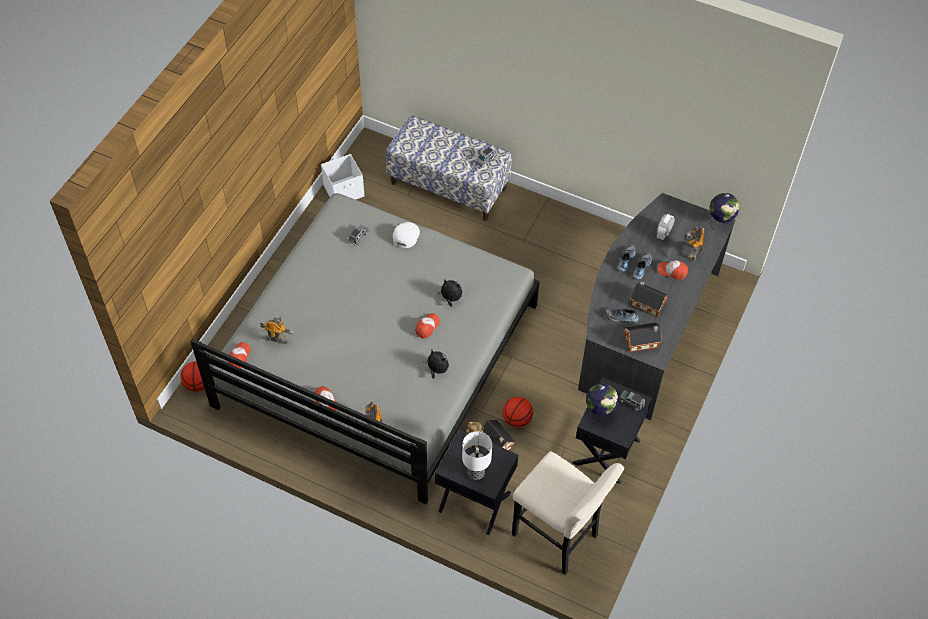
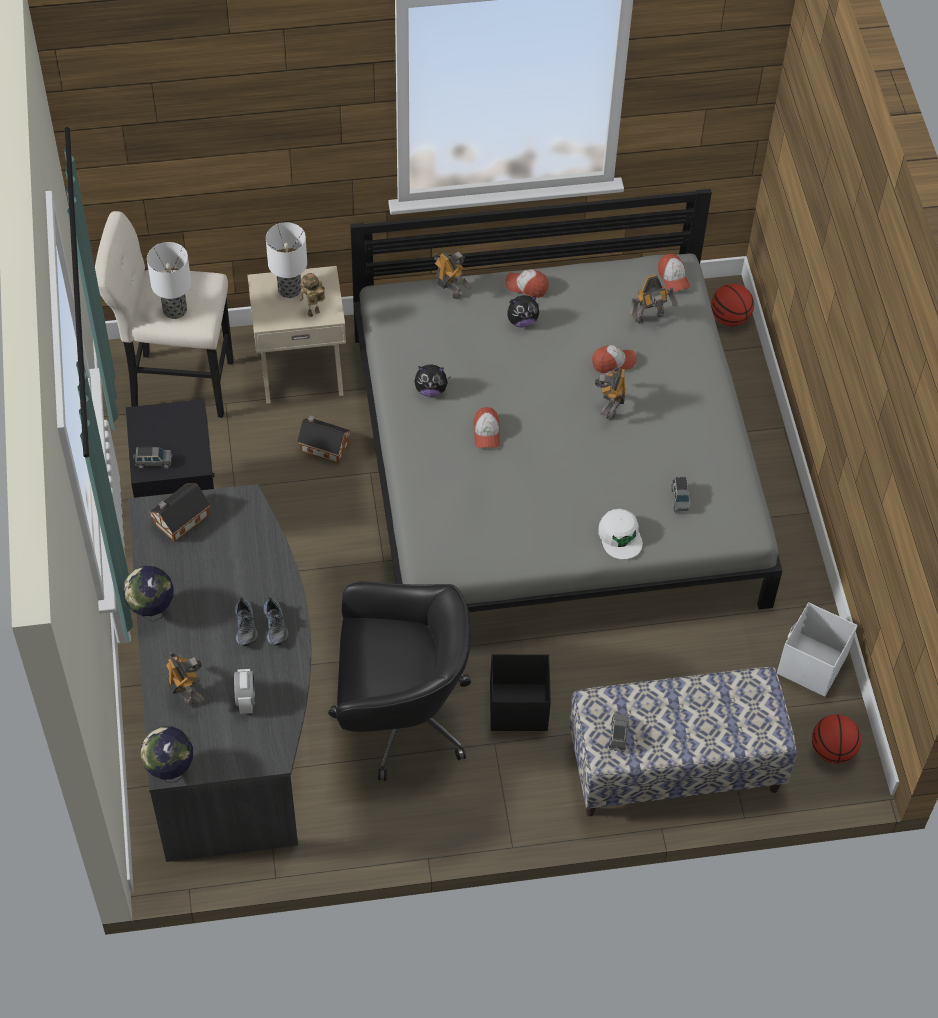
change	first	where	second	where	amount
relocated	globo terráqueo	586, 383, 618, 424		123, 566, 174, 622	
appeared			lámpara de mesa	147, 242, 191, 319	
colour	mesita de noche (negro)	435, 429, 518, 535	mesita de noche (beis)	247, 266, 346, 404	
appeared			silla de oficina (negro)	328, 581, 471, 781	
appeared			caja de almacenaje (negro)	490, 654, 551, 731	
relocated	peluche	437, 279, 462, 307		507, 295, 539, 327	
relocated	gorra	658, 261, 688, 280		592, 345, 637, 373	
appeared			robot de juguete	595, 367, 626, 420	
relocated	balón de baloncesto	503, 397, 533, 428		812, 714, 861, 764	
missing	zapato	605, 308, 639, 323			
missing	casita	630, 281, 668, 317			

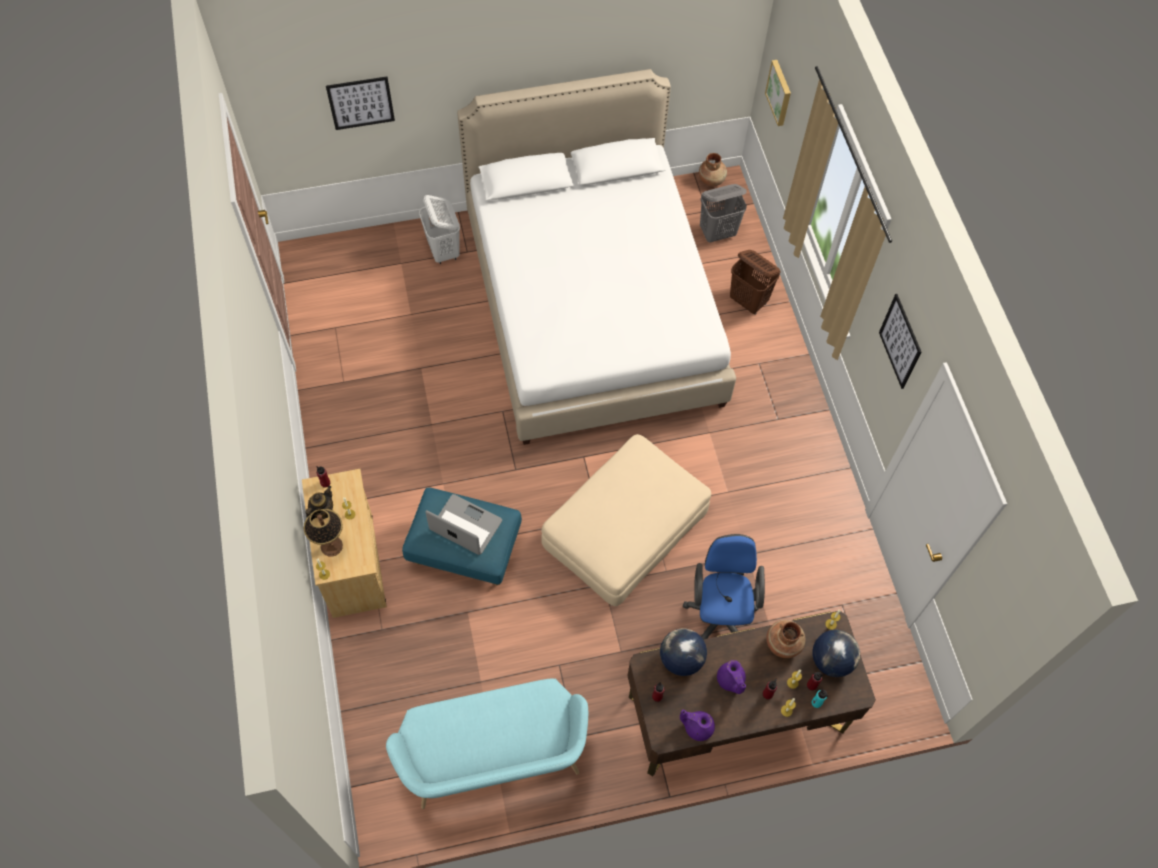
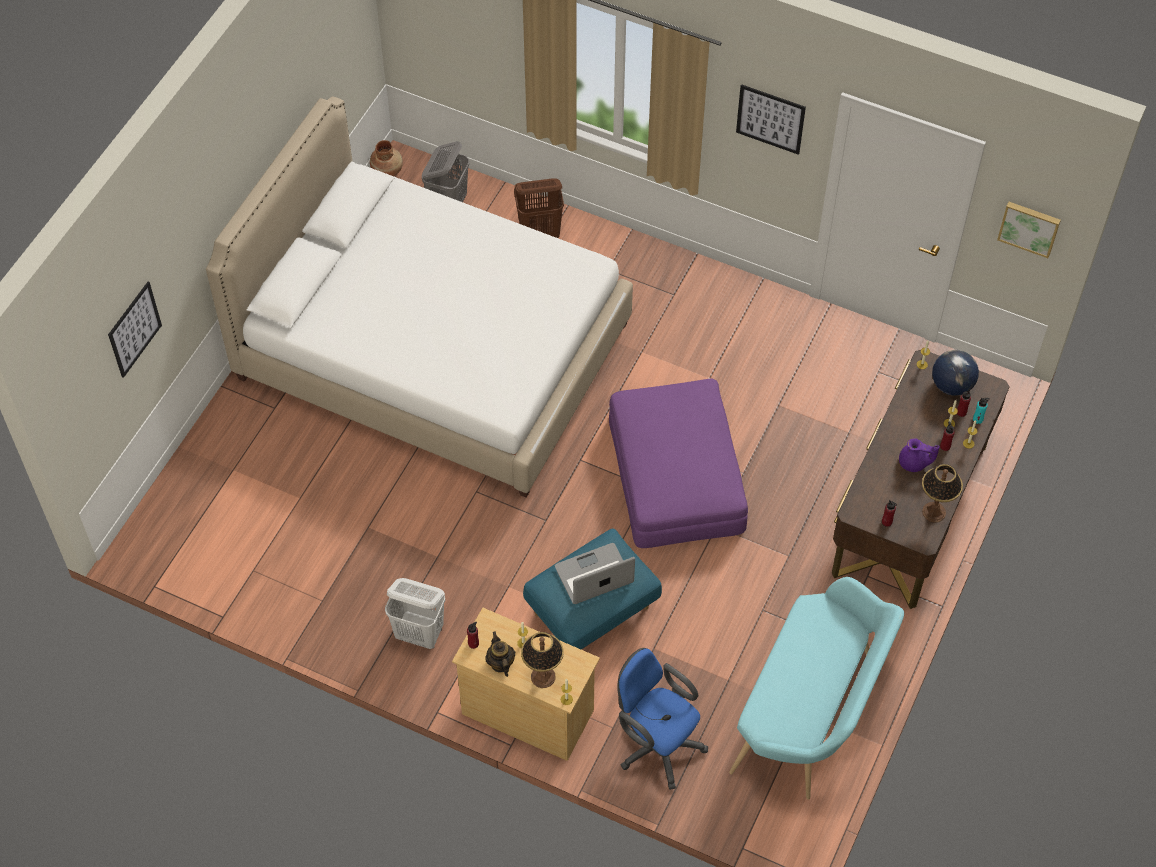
change	first	where	second	where	amount
relocated	cesto de la ropa (blanco)	419, 195, 460, 264		385, 578, 445, 649	
colour	puf (beis)	541, 434, 711, 606	puf (morado)	609, 378, 748, 548	
relocated	silla de oficina (azul)	683, 534, 765, 639		617, 648, 708, 790	
exchanged	tetera (morado)	680, 710, 715, 741	lámpara de mesa	922, 464, 963, 522	
relocated	cuadro	765, 60, 791, 126		997, 202, 1061, 258	
missing	globo terráqueo	660, 628, 707, 676			
missing	florero (marrón)	766, 620, 805, 658			

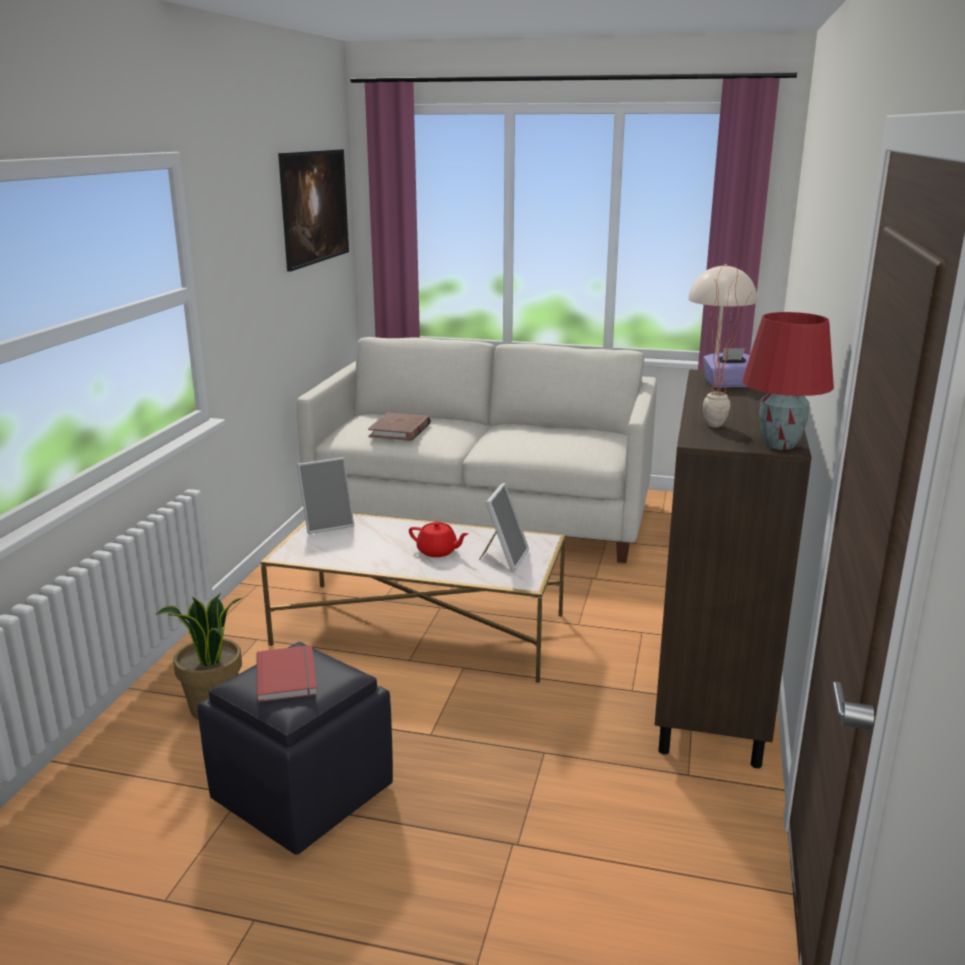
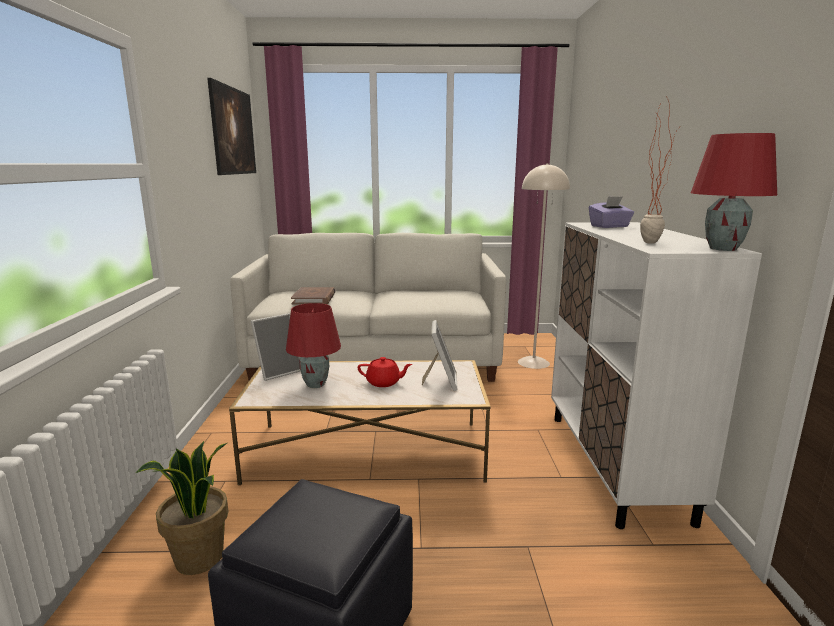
change	first	where	second	where	amount
appeared			lámpara de mesa (rojo)	286, 303, 341, 388	
colour	armario (marrón)	655, 369, 812, 768	armario (blanco)	551, 222, 762, 529	
missing	libro (rojo)	257, 645, 317, 702			

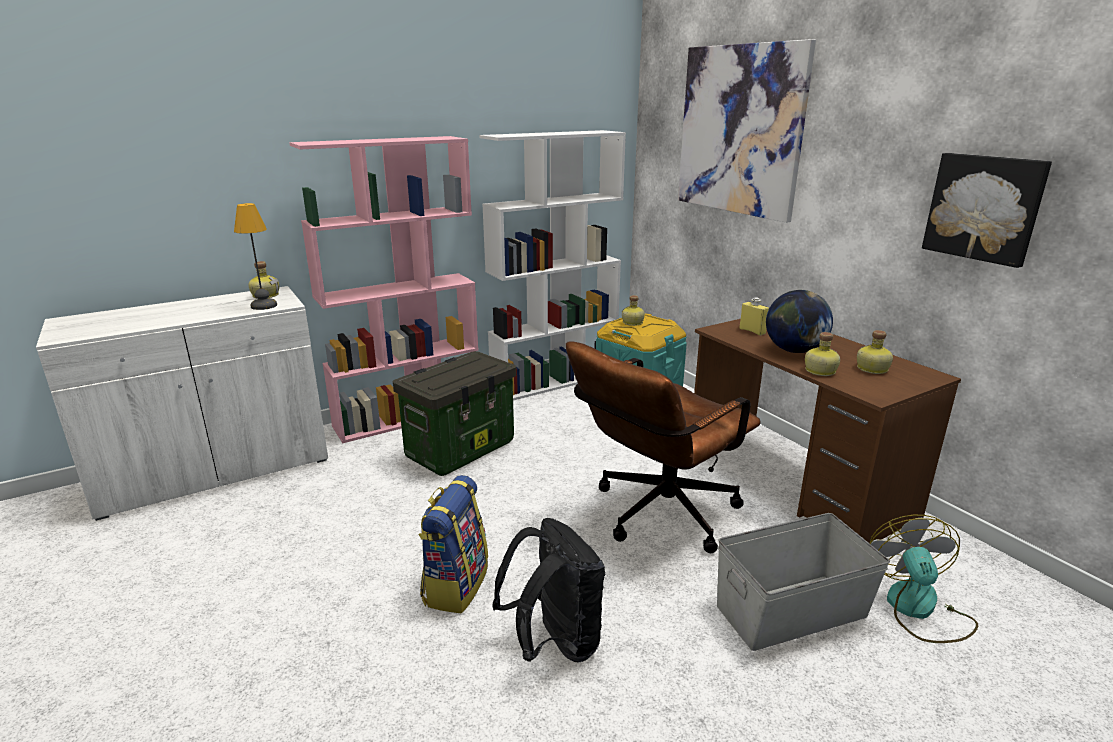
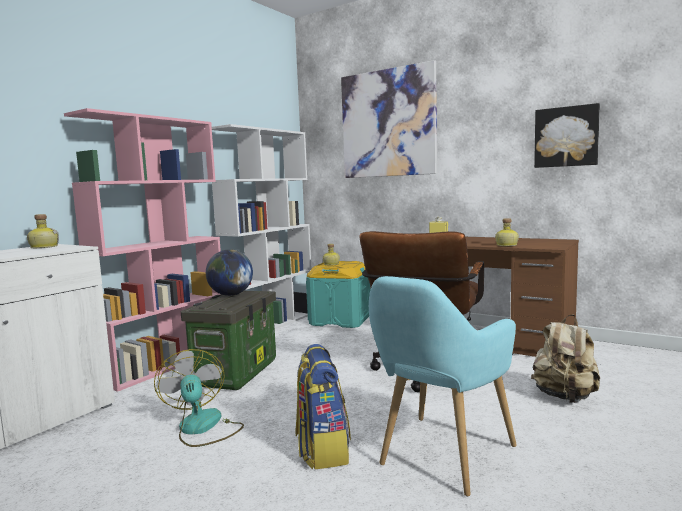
change	first	where	second	where	amount
relocated	ventilador	870, 515, 978, 643		154, 349, 244, 447	
relocated	globo terráqueo	766, 290, 833, 353		206, 249, 253, 296	
exchanged	mochila (negro)	492, 518, 605, 663	sillón (turquesa)	369, 276, 517, 497	
exchanged	caja de almacenaje (gris)	717, 513, 890, 651	mochila (beis)	531, 314, 600, 403	
missing	lámpara de mesa	234, 203, 277, 310			
missing	botella	857, 330, 893, 374			

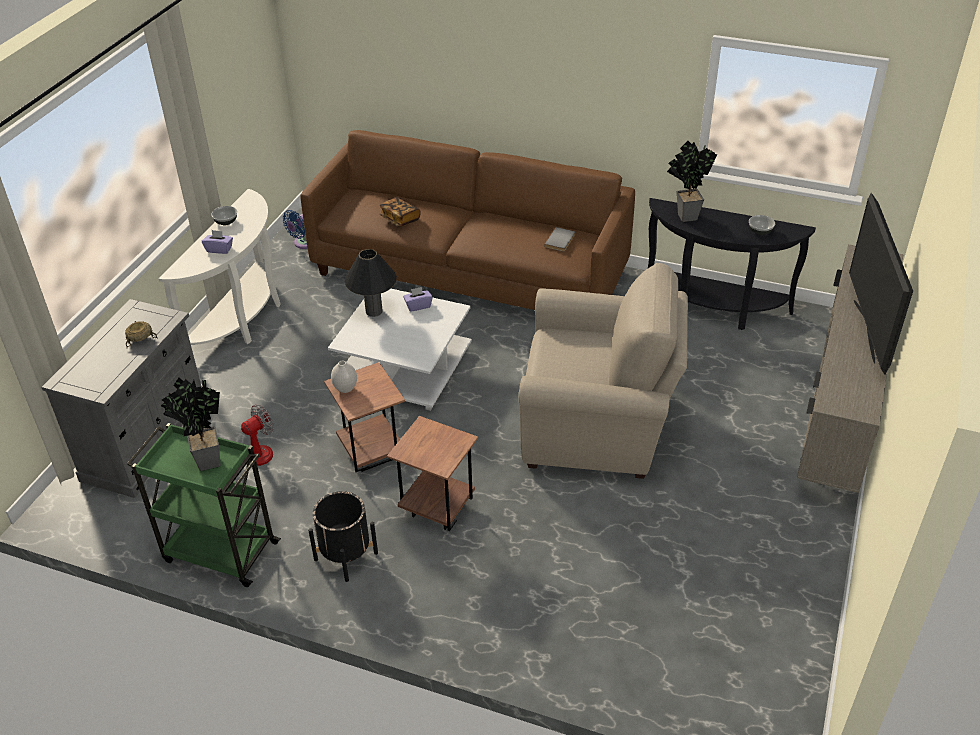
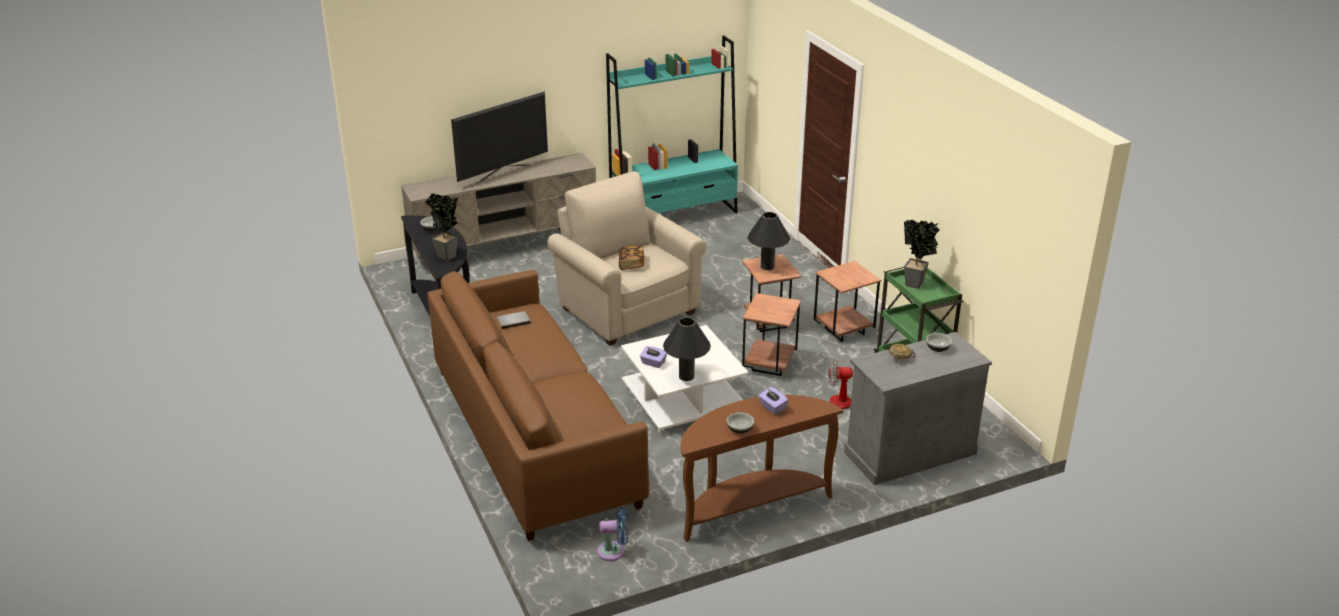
change	first	where	second	where	amount
appeared			estantería (turquesa)	606, 36, 738, 214	
relocated	libro	379, 197, 420, 227		619, 245, 645, 270	
colour	mesa consola (blanco)	158, 189, 281, 345	mesa consola (marrón)	681, 395, 843, 542	
appeared			lámpara de mesa (negro)	748, 212, 790, 270	
exchanged	maceta (negro)	308, 491, 378, 582	mesa auxiliar (marrón)	814, 261, 881, 342	
appeared			cuenco	926, 333, 952, 352	
missing	florero (blanco)	331, 361, 357, 393			

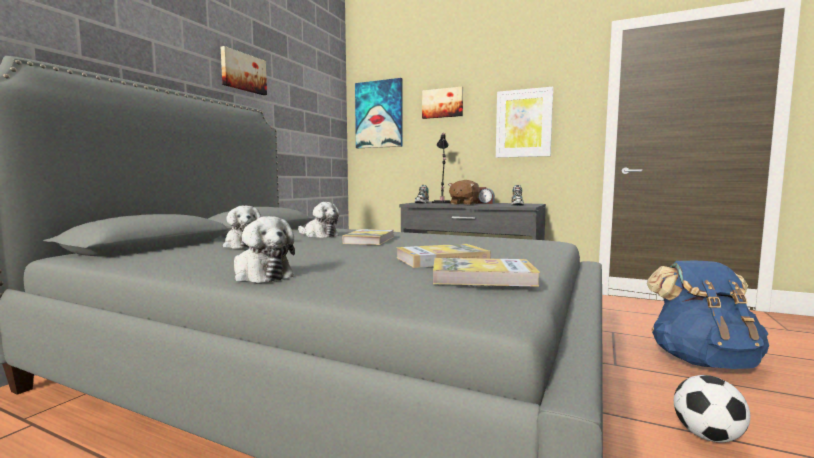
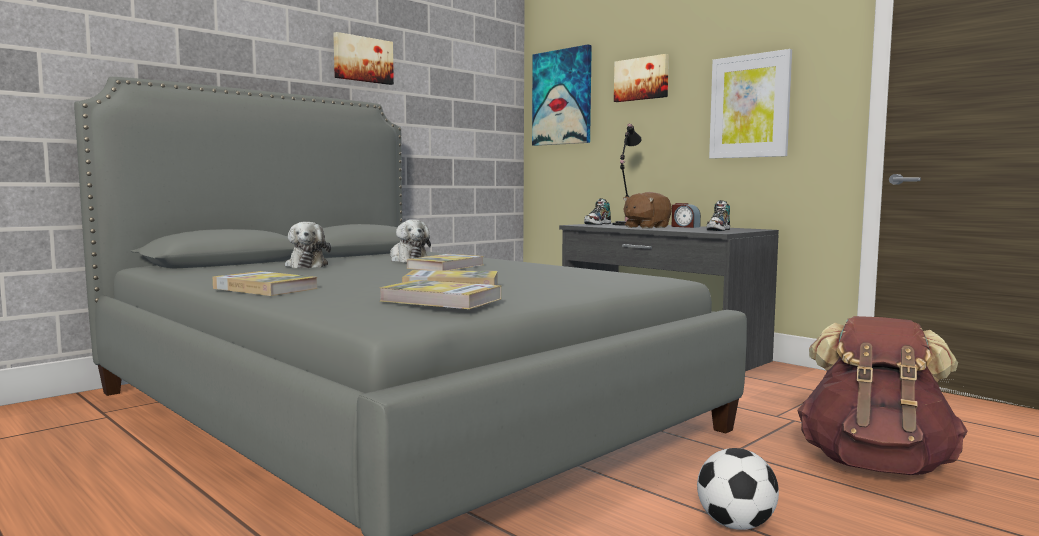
change	first	where	second	where	amount
exchanged	peluche	234, 216, 295, 283	libro	213, 271, 318, 296	
colour	mochila (azul)	646, 261, 769, 369	mochila (marrón)	797, 316, 968, 475	

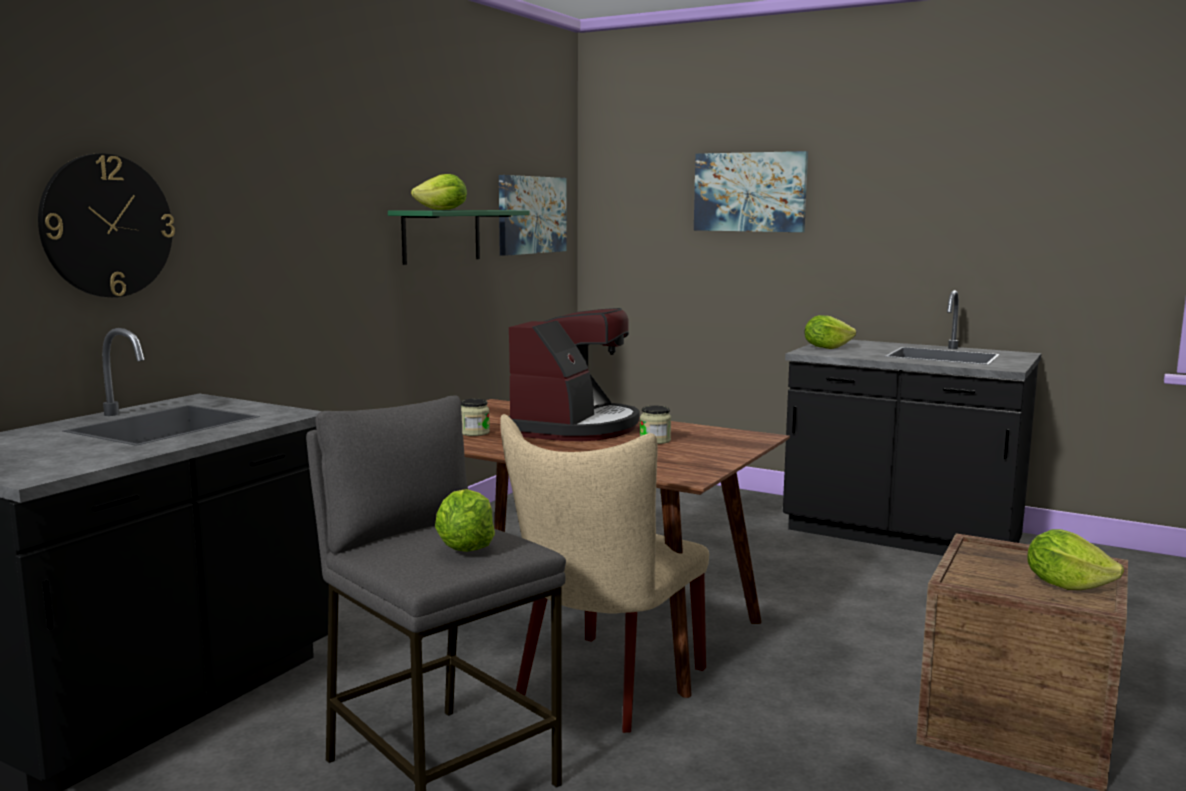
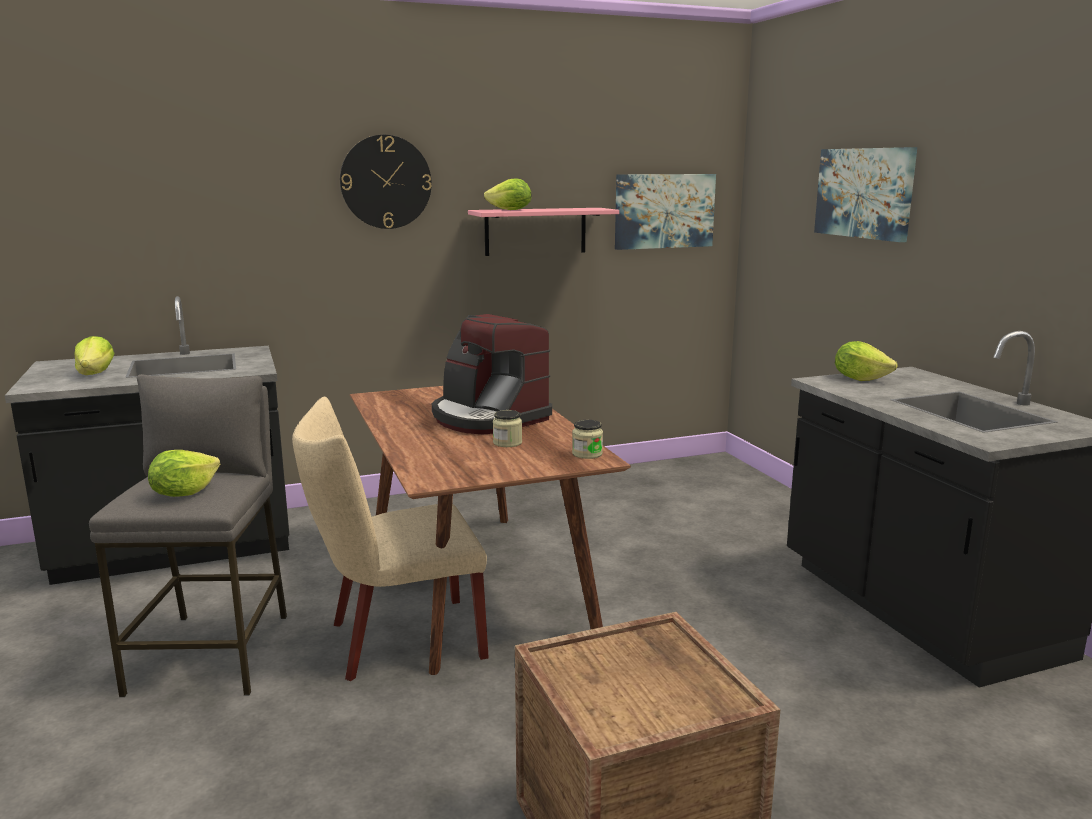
change	first	where	second	where	amount
relocated	lechuga	1027, 529, 1124, 590		74, 336, 115, 375	
relocated	reloj de pared	38, 154, 175, 297		340, 135, 432, 229	
spun	cafetera	509, 308, 640, 441		432, 314, 552, 434	75 degrees clockwise
colour	estante (verde)	388, 210, 530, 265	estante (rosa)	468, 208, 619, 256	
relocated	tarro	461, 399, 490, 436		572, 420, 603, 459	

